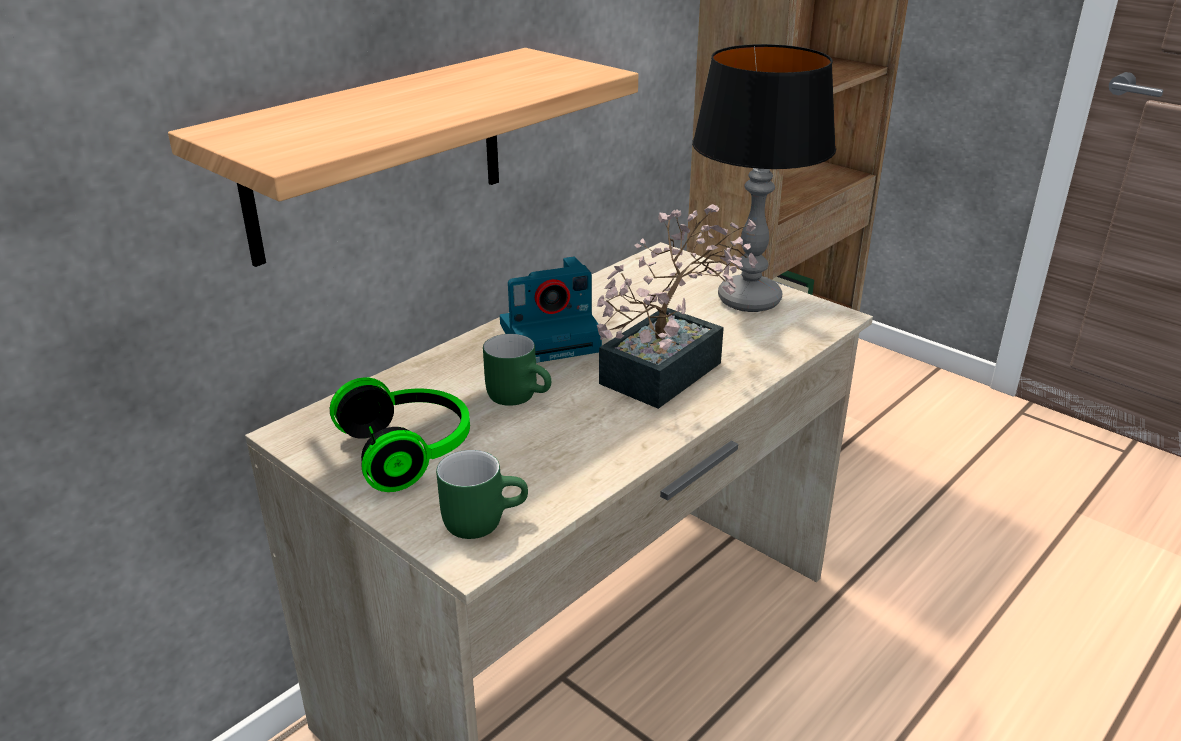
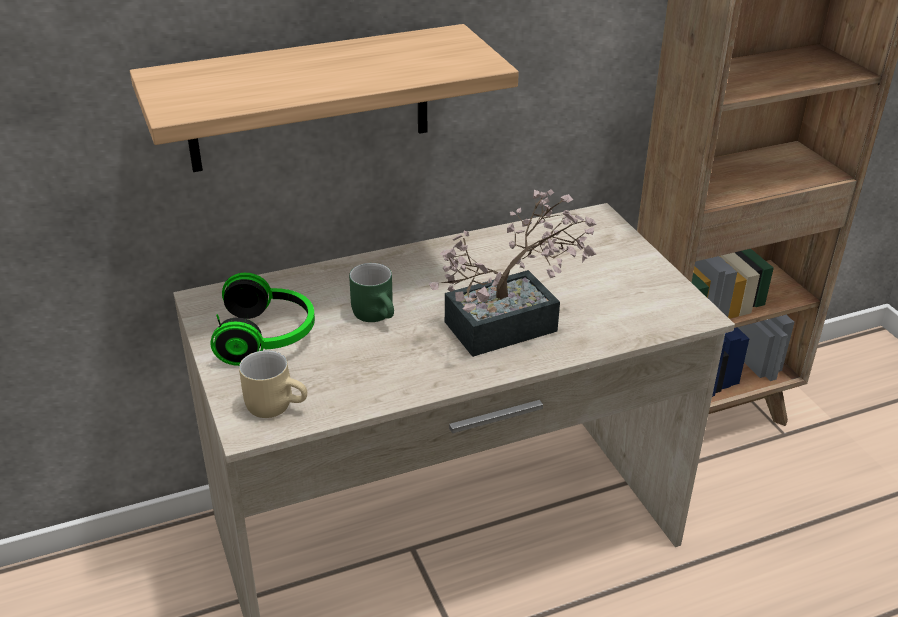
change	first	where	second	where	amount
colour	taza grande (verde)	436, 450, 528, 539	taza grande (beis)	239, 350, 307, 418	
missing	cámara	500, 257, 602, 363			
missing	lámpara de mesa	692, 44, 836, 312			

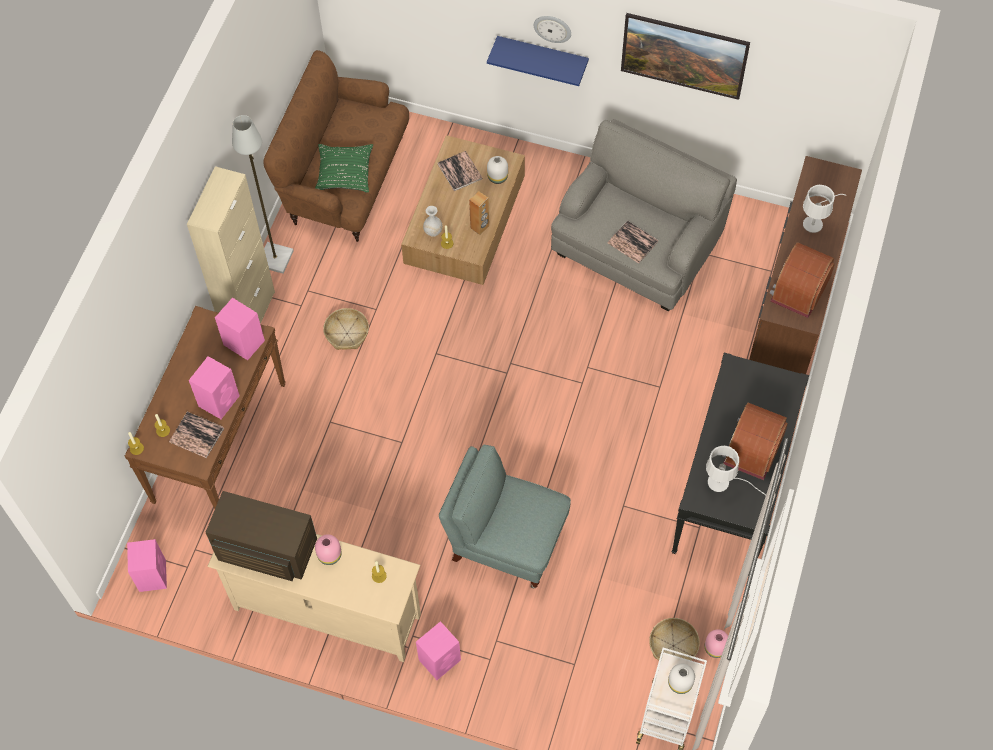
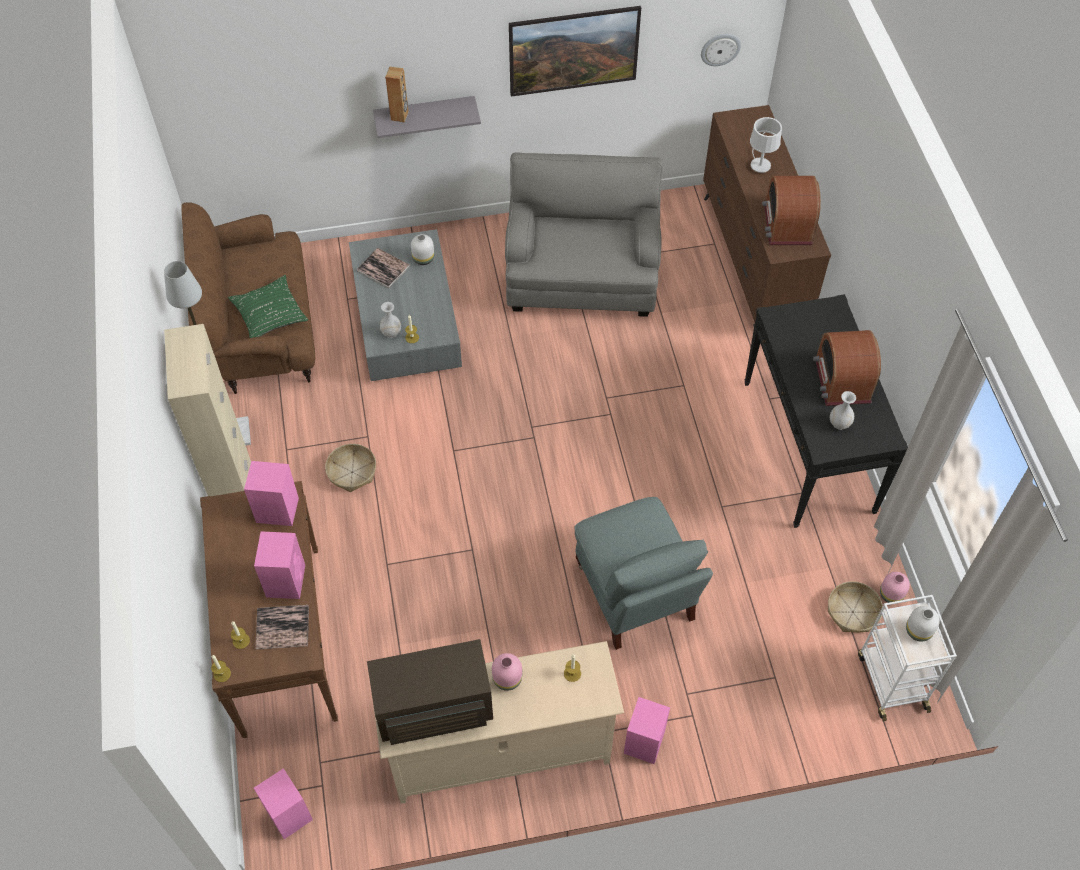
change	first	where	second	where	amount
colour	mesa de centro (marrón)	401, 135, 525, 285	mesa de centro (gris)	349, 229, 462, 381	
colour	estante (azul)	487, 36, 589, 86	estante (gris)	373, 96, 481, 138	
relocated	altavoz (marrón)	469, 191, 489, 235		385, 67, 409, 122	
spun	sillón (gris)	439, 444, 571, 588		575, 497, 713, 650	105 degrees counterclockwise
relocated	reloj de pared	534, 16, 571, 43		701, 34, 741, 66	
exchanged	lámpara de mesa (blanco)	706, 446, 766, 495	florero (blanco)	830, 391, 856, 430	
missing	libro	608, 220, 659, 264			

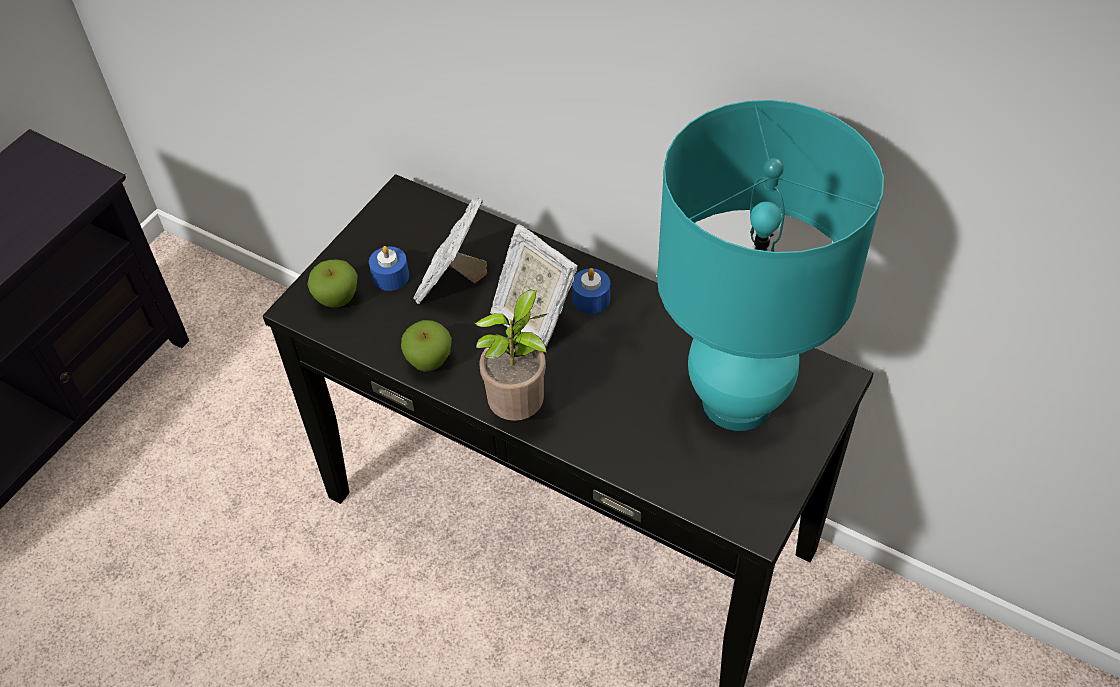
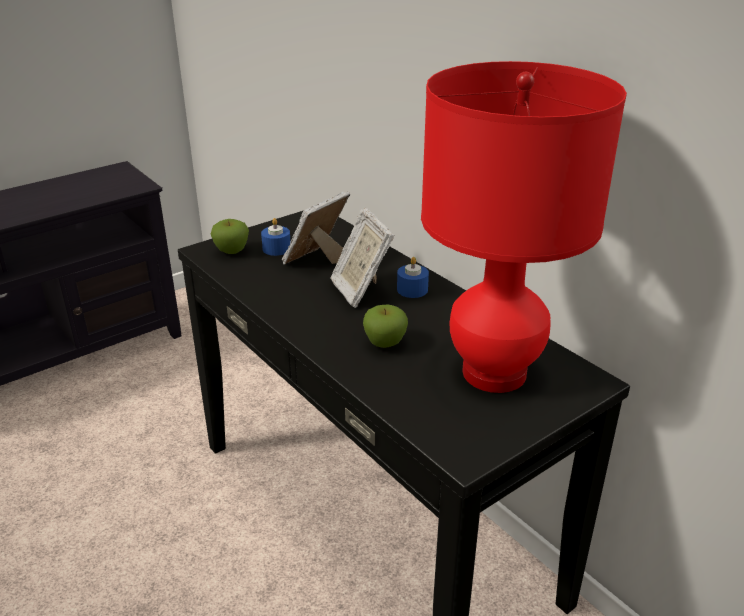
change	first	where	second	where	amount
relocated	manzana	401, 320, 452, 372		363, 305, 408, 348	
colour	lámpara de mesa (turquesa)	657, 100, 884, 431	lámpara de mesa (rojo)	421, 61, 627, 393	
missing	planta en maceta	475, 290, 547, 421			

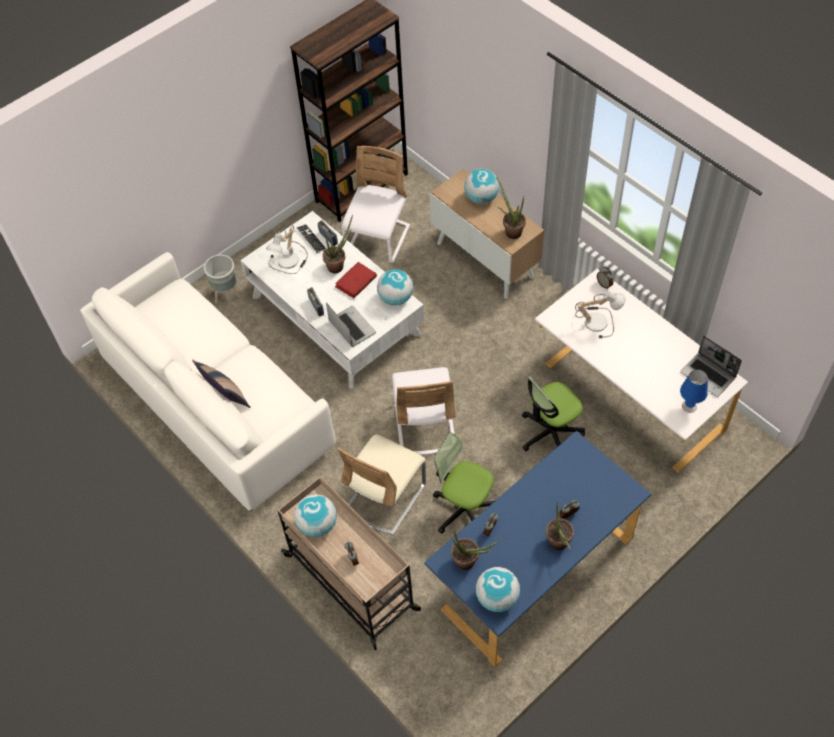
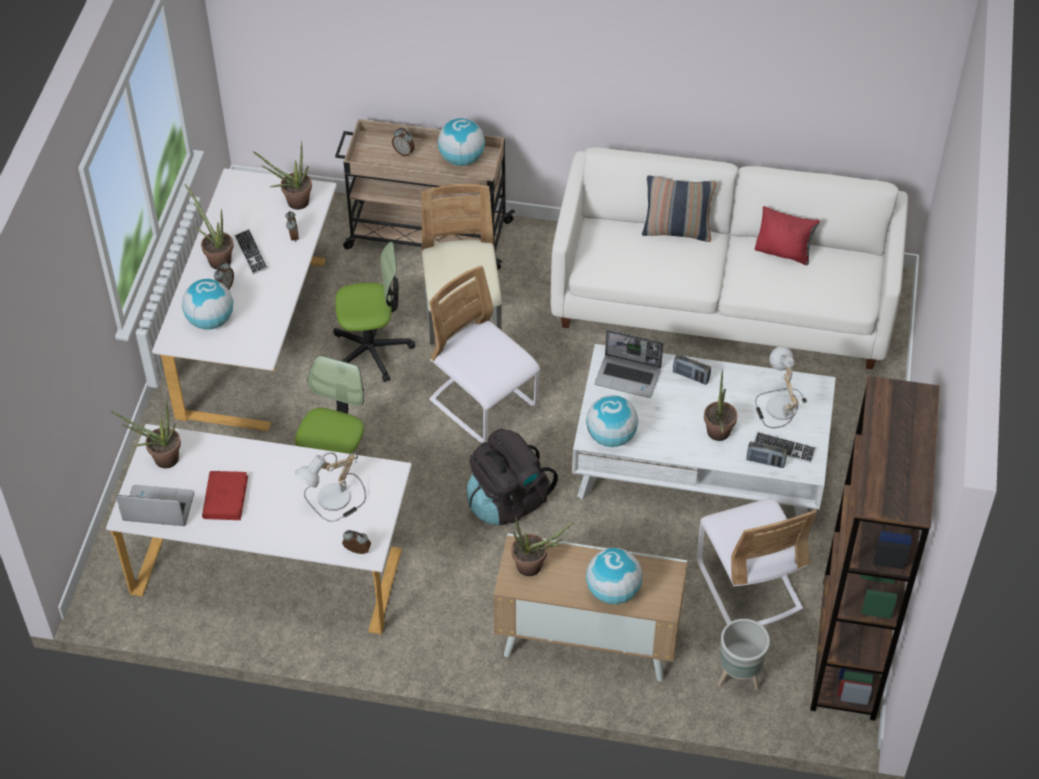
change	first	where	second	where	amount
exchanged	lámpara de mesa (azul)	680, 369, 708, 413	planta en maceta	110, 401, 181, 468	
colour	escritorio (azul)	424, 431, 651, 667	escritorio (blanco)	152, 168, 337, 431	
relocated	globo terráqueo	476, 567, 520, 612		182, 279, 233, 330	
relocated	libro (rojo)	335, 262, 377, 298		202, 471, 248, 520	
appeared			teclado	234, 229, 268, 274	
appeared			mochila (negro)	467, 429, 558, 525	
relocated	maceta (gris)	204, 255, 240, 303		718, 619, 770, 690	
appeared			cojín (rojo)	755, 206, 820, 265	

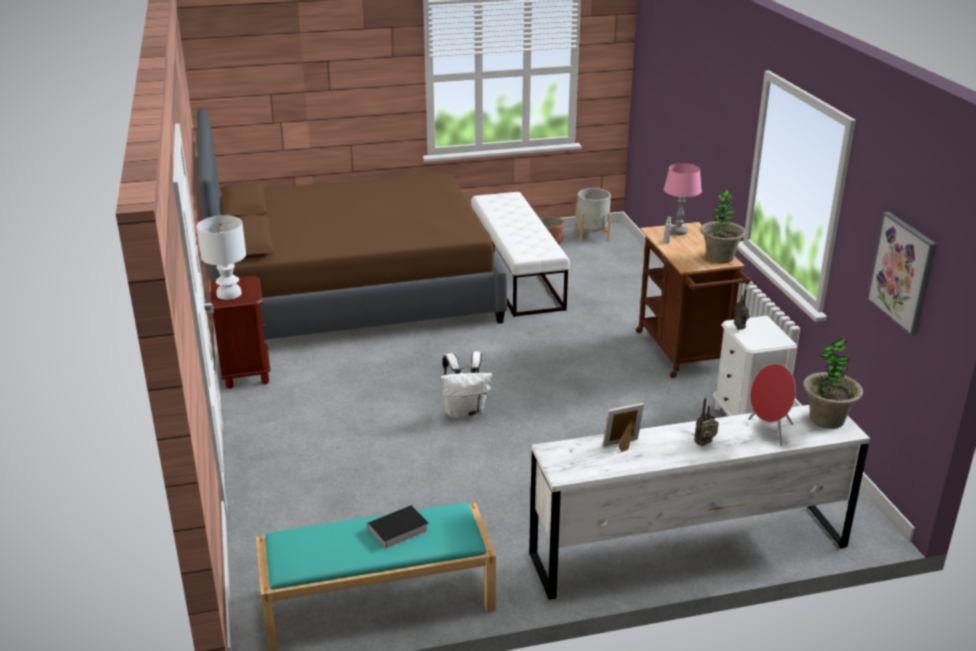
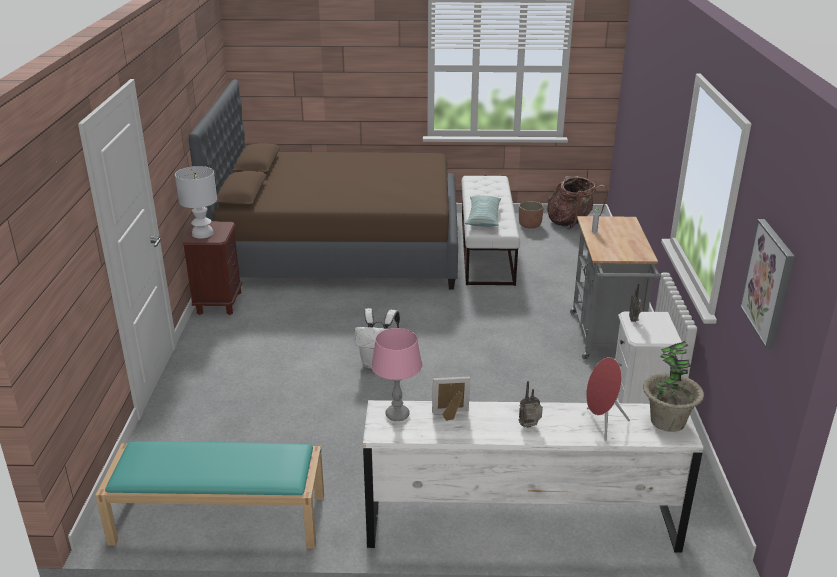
change	first	where	second	where	amount
relocated	lámpara de mesa (rosa)	664, 163, 702, 235		371, 328, 422, 421	
appeared			cojín	465, 195, 501, 227	
exchanged	maceta (gris)	575, 188, 611, 243	mochila	547, 176, 607, 229	
colour	carrito (marrón)	636, 222, 751, 378	carrito (gris)	570, 216, 661, 360	
missing	libro	361, 505, 429, 549			
missing	planta en maceta	700, 189, 747, 263			

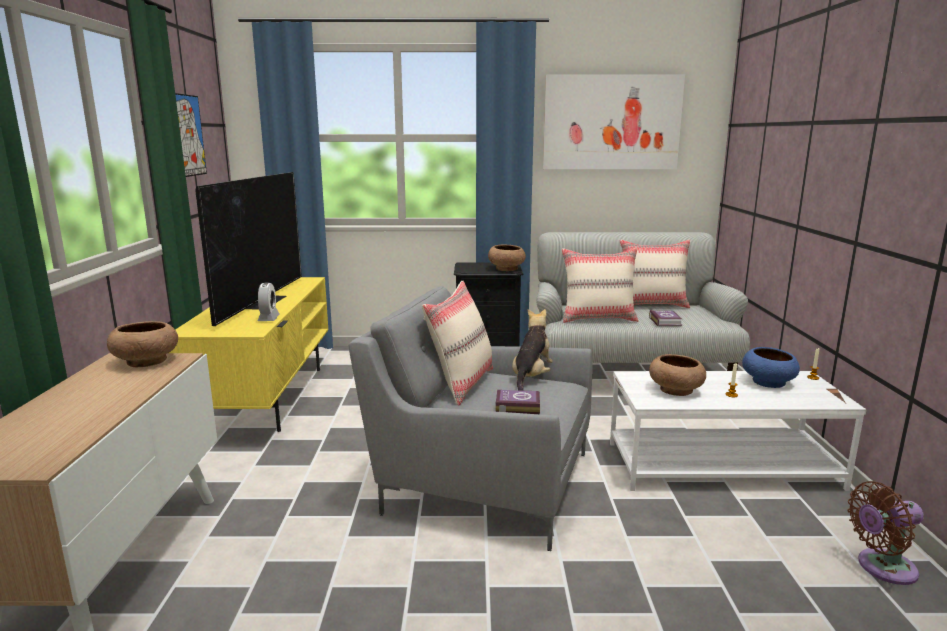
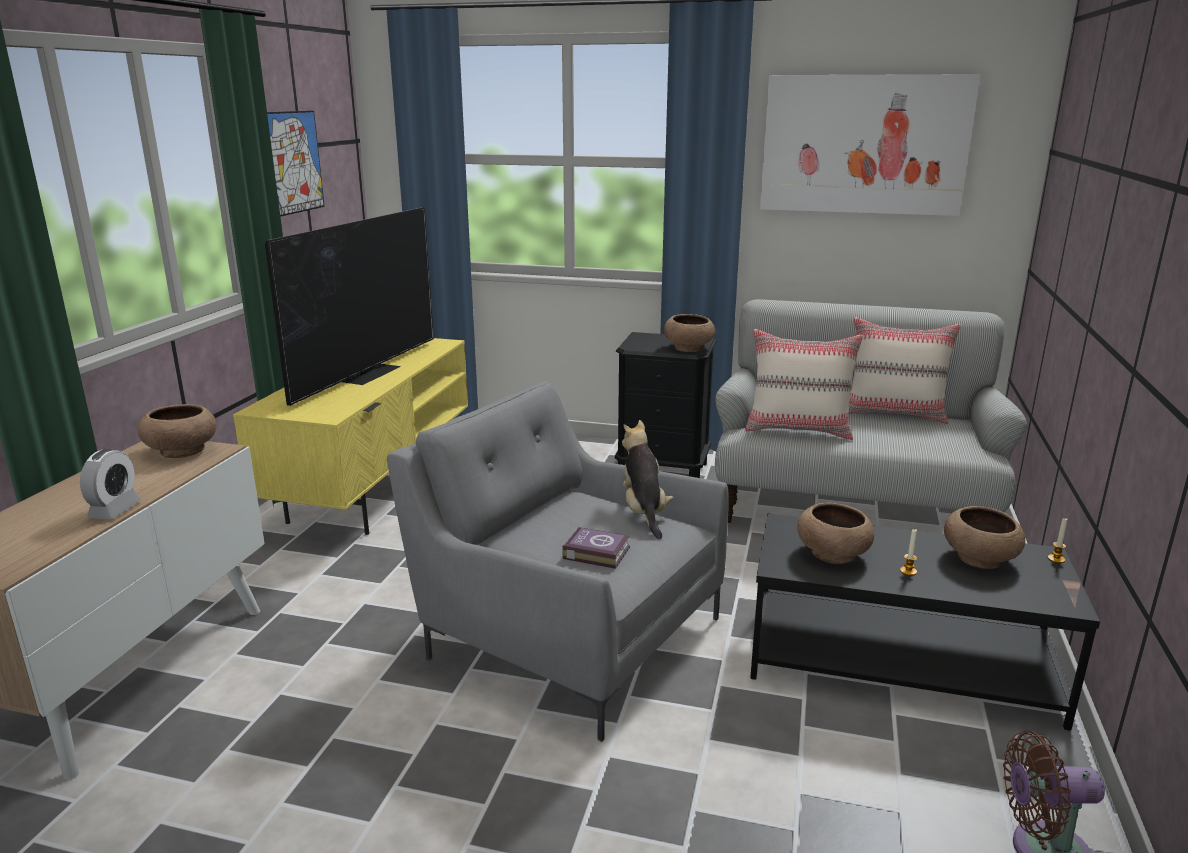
change	first	where	second	where	amount
relocated	despertador	258, 282, 280, 321		80, 449, 141, 520	
spun	peluche	512, 309, 553, 391		622, 420, 673, 539	45 degrees counterclockwise
colour	mesa de centro (blanco)	610, 371, 867, 491	mesa de centro (negro)	750, 514, 1100, 731	
colour	cuenco (azul)	742, 347, 800, 388	cuenco (marrón)	944, 506, 1025, 569	
missing	cojín (beis)	422, 281, 493, 406			
missing	libro	649, 310, 682, 326			

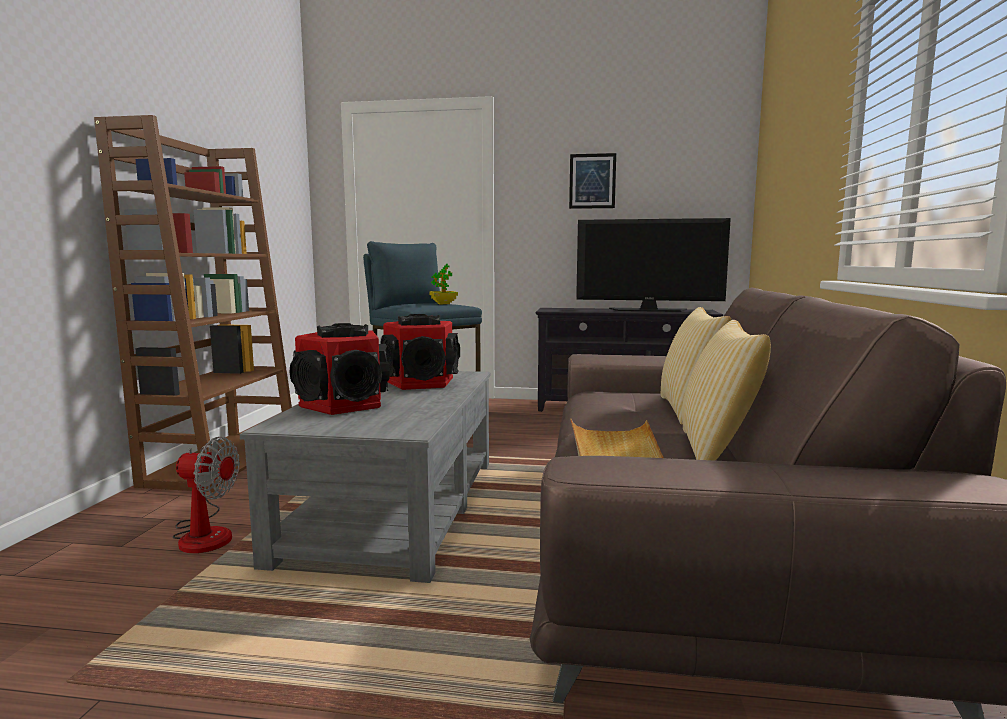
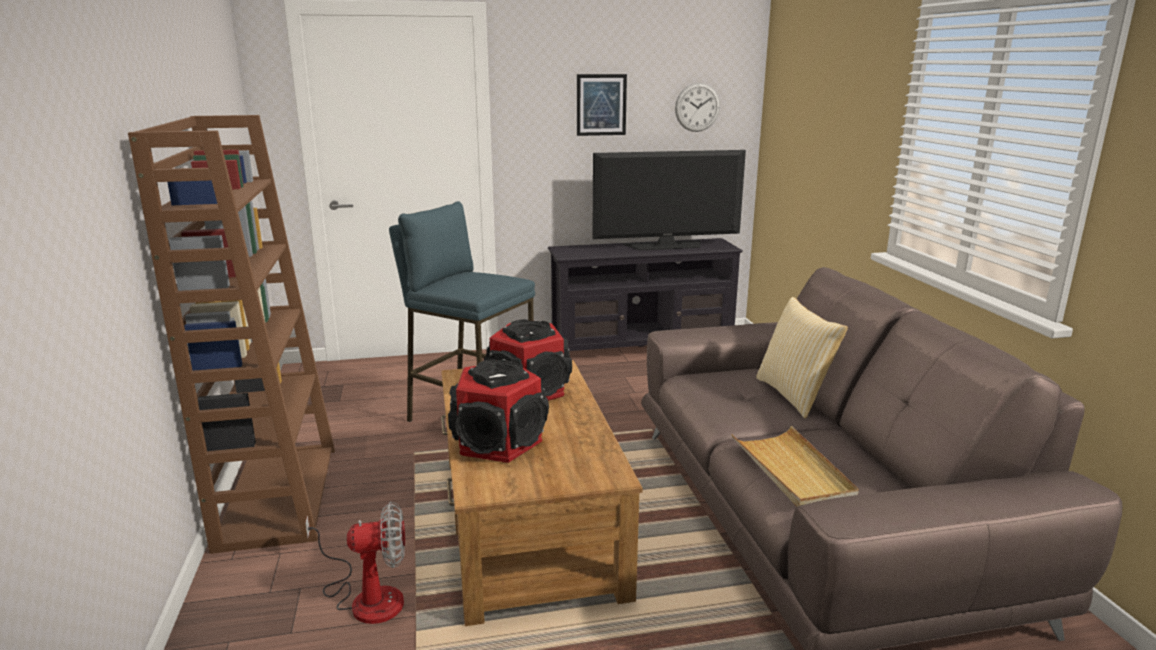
change	first	where	second	where	amount
colour	mesa de centro (gris)	240, 371, 490, 583	mesa de centro (marrón)	441, 360, 643, 626	
appeared			reloj de pared	675, 83, 720, 132	
missing	planta en maceta	429, 264, 458, 304			
missing	cojín	682, 320, 771, 461			

